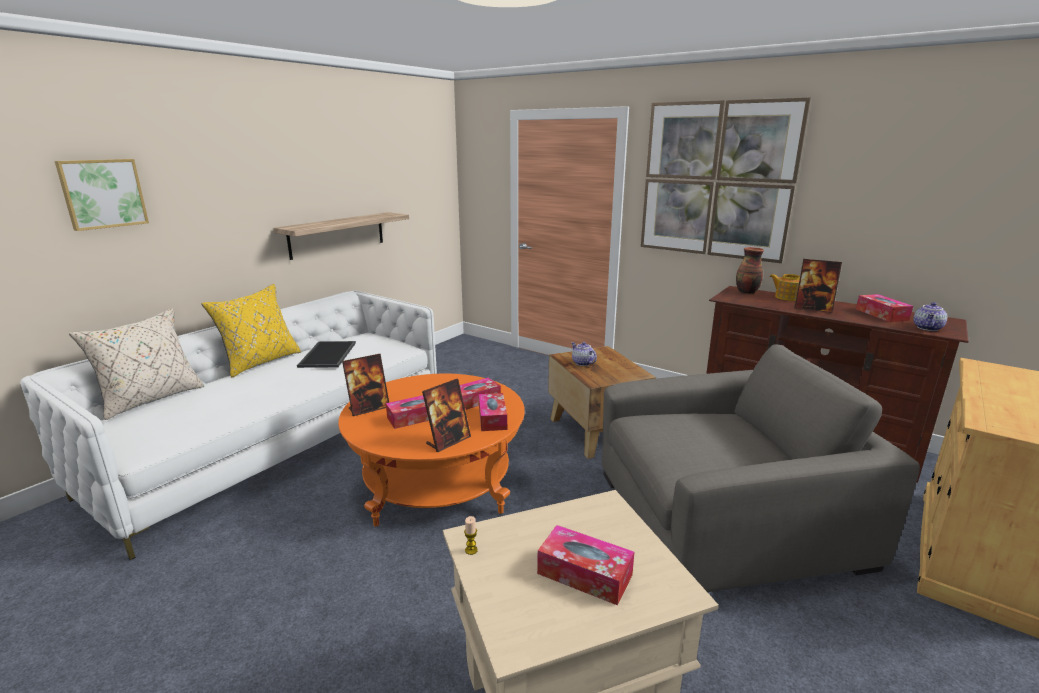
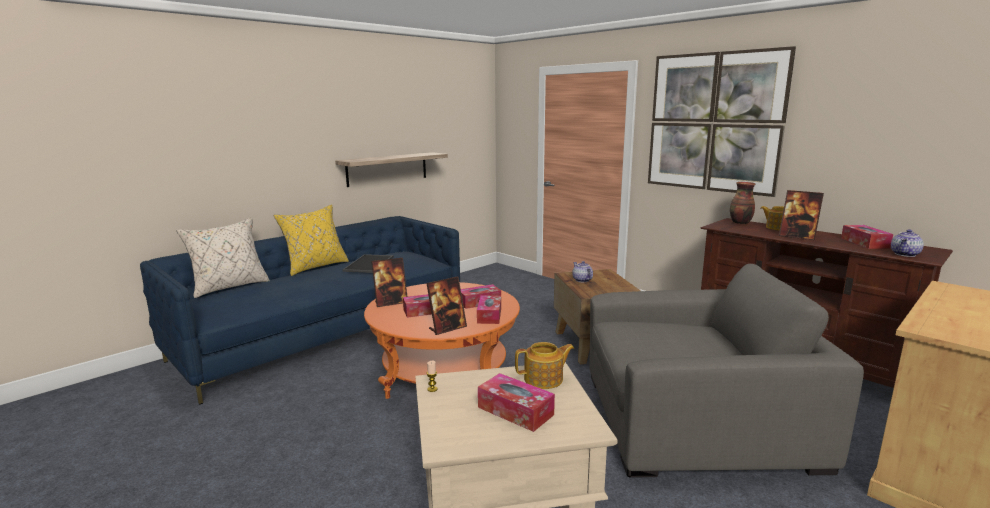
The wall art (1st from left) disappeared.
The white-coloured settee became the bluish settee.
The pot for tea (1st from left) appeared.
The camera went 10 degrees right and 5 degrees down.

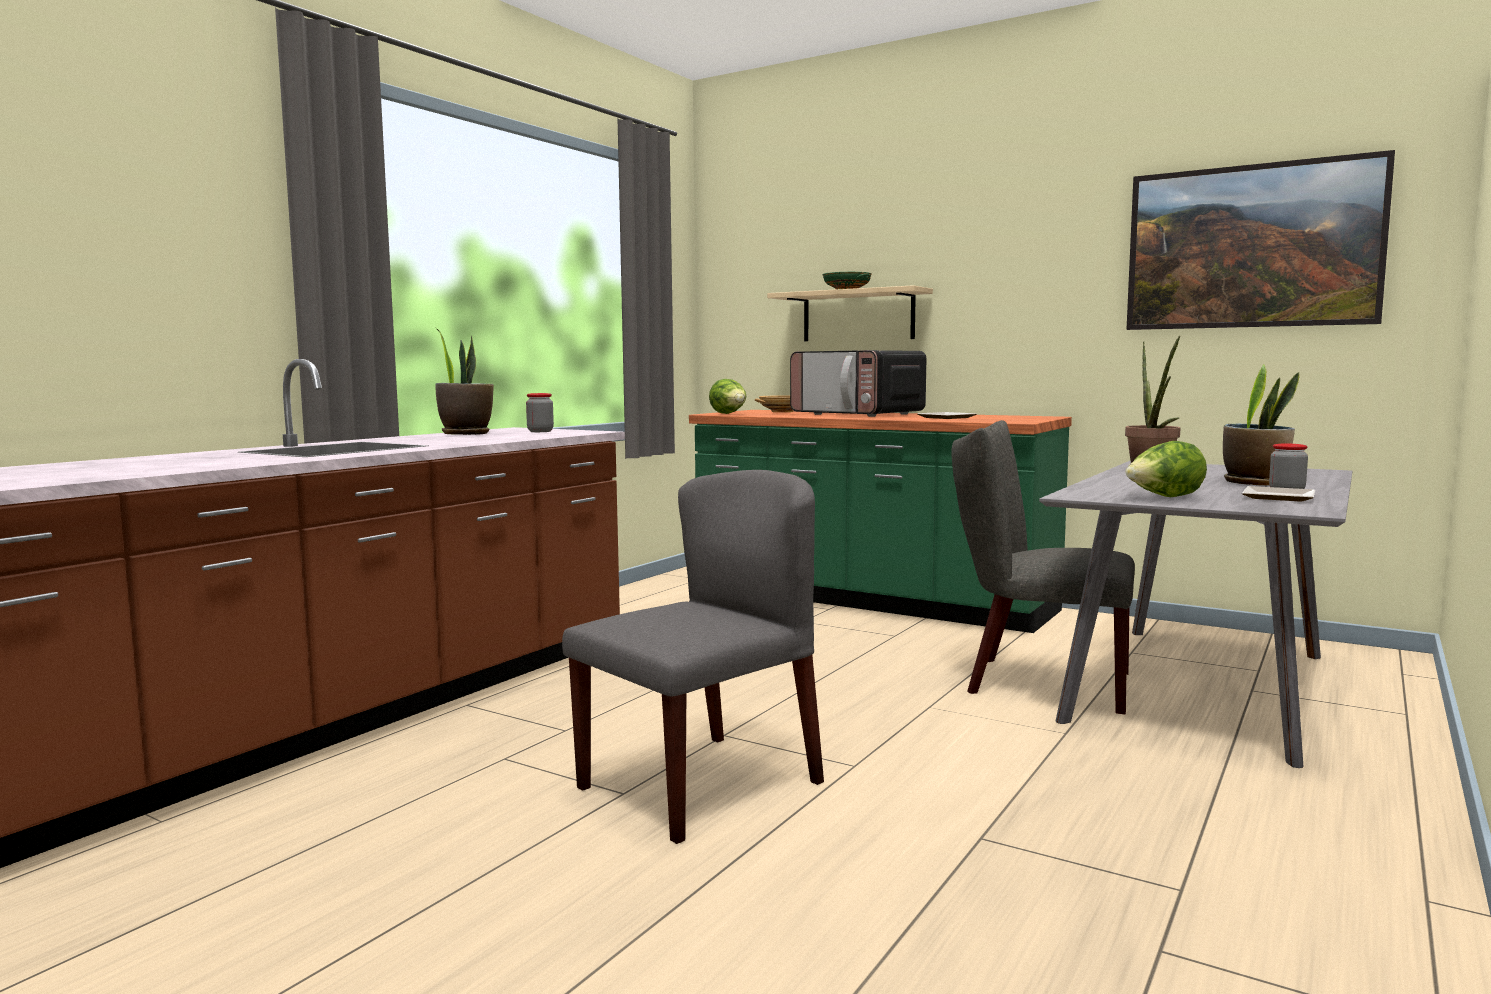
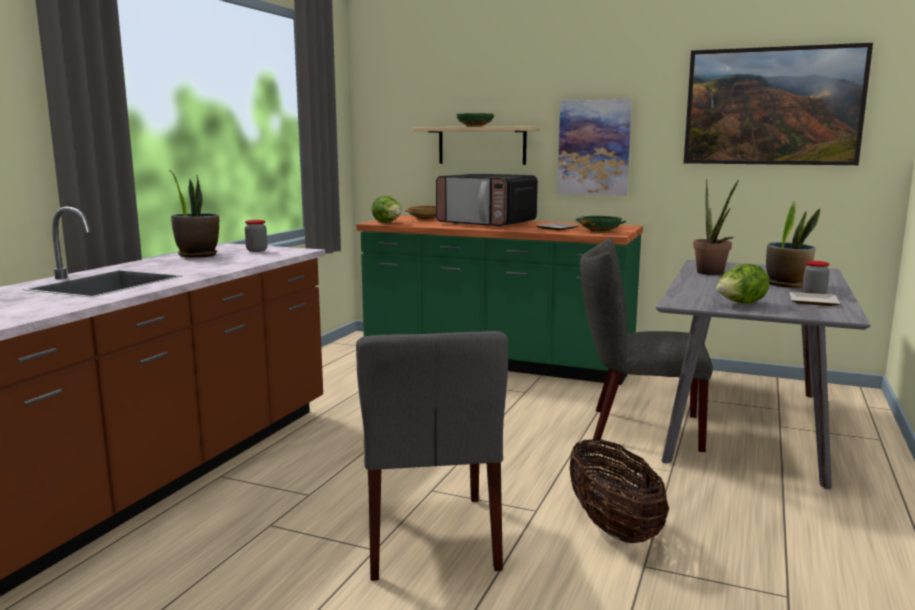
The greyish chair (1st from left) turned 135 degrees clockwise.
The wall art (1st from left) appeared.
The green-coloured deep dish (2nd from left) appeared.
The household basket appeared.
The camera went 10 degrees left and 5 degrees up.

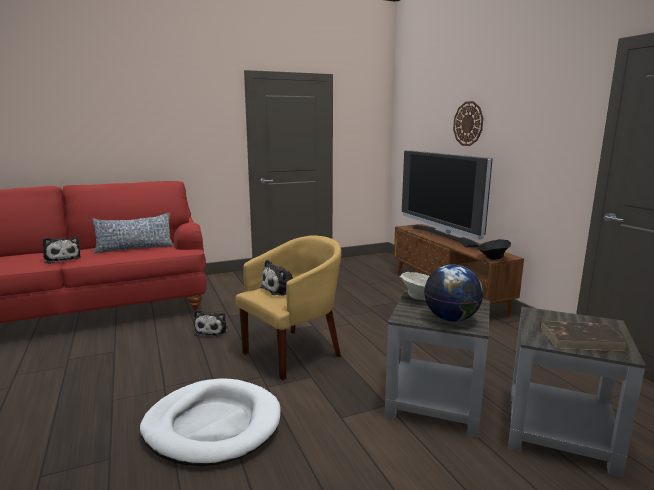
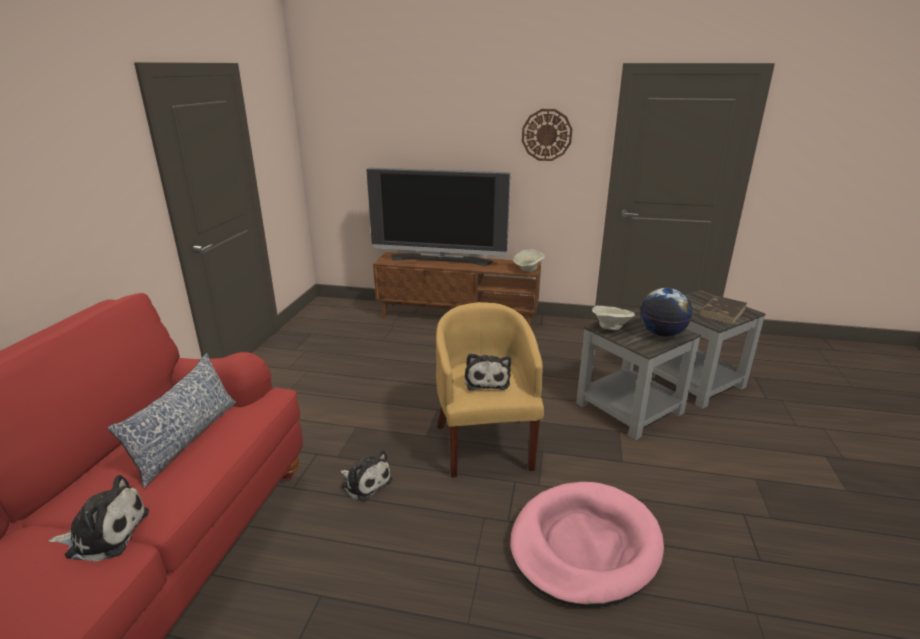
The wall clock moved.
The black deep dish became the beige deep dish (1st from left).
The white-coloured dog bed became the pink dog bed.
The camera went 55 degrees left and 10 degrees up.

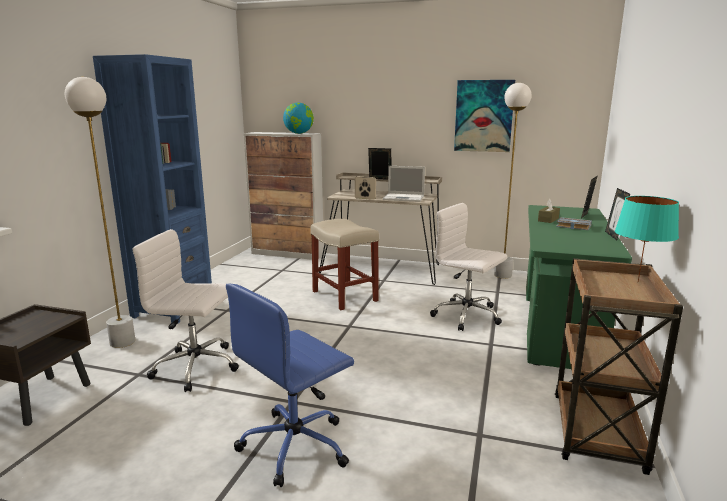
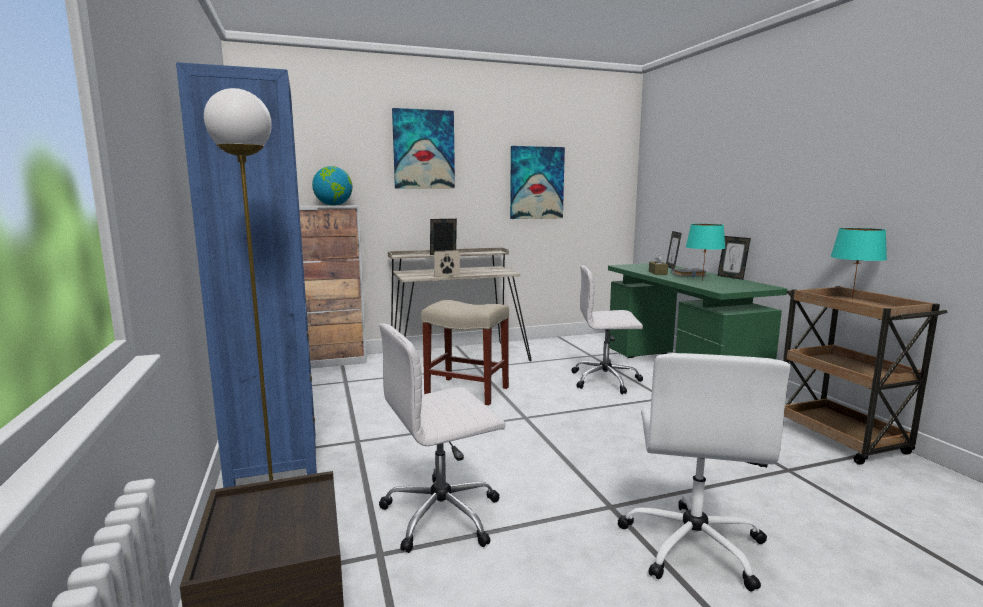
The white-coloured standing lamp (2nd from left) disappeared.
The portable computer disappeared.
The bluish office chair became the white-coloured office chair (3rd from left).
The wall art (1st from left) appeared.
The turquoise tabletop lamp (1st from left) appeared.
The camera went 35 degrees left and 5 degrees down.

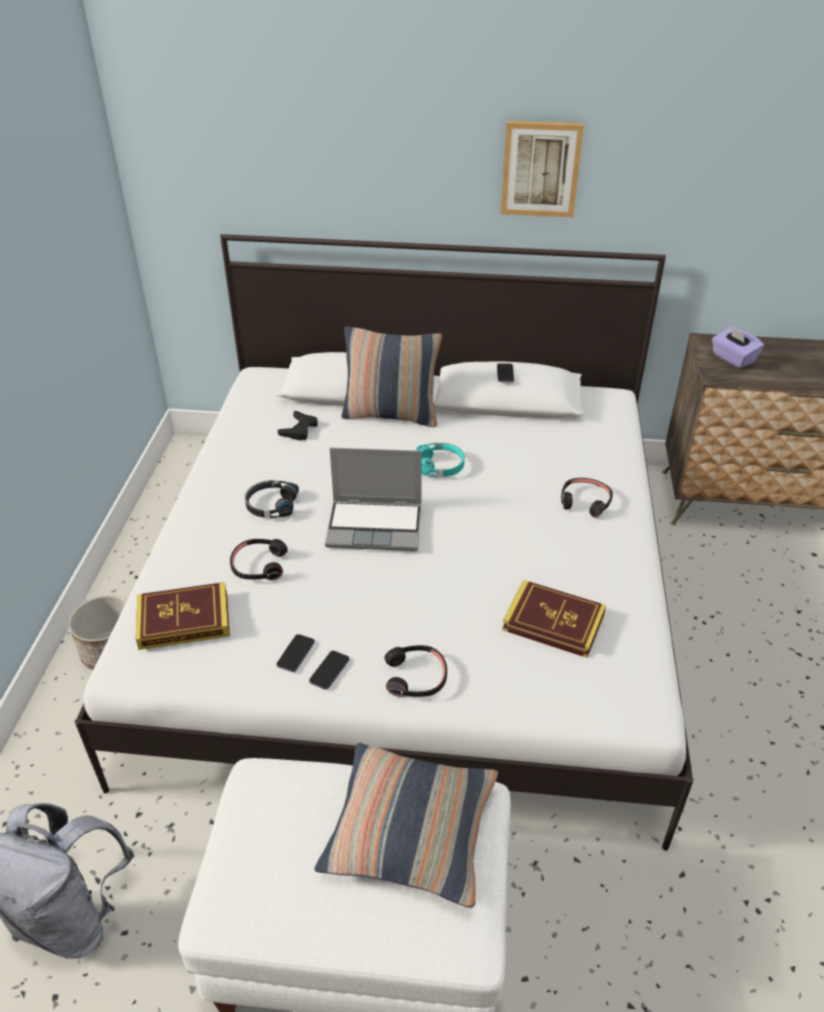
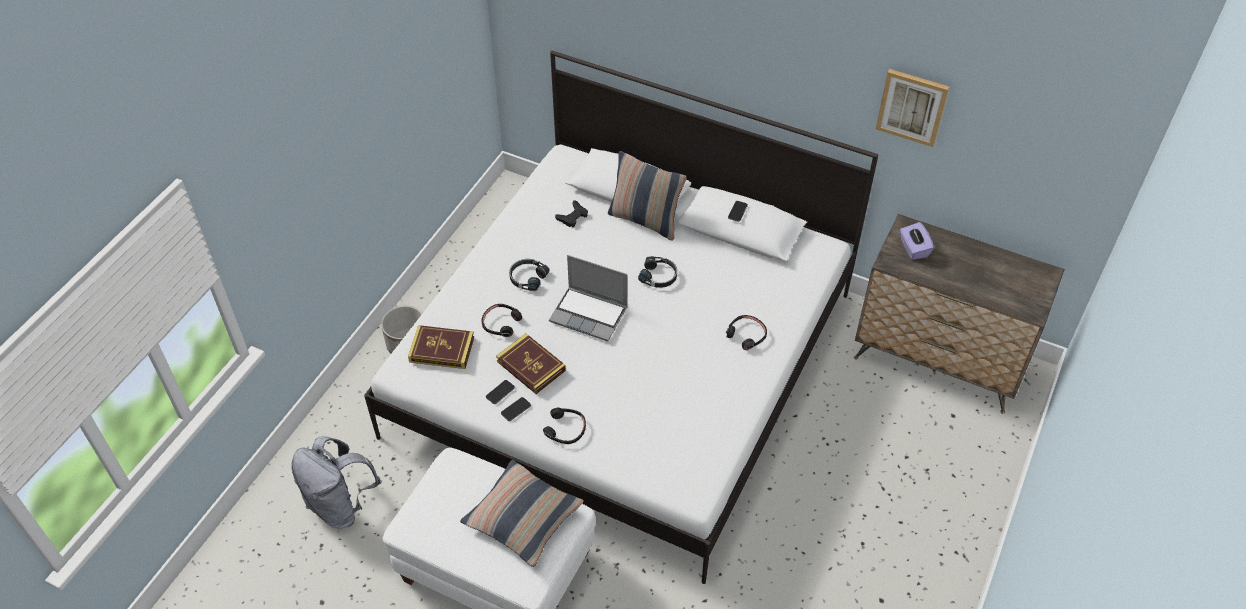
The wall art moved.
The turquoise headphones became the black headphones (4th from left).
The bound book (2nd from left) moved.
The camera went 20 degrees right and 10 degrees up.

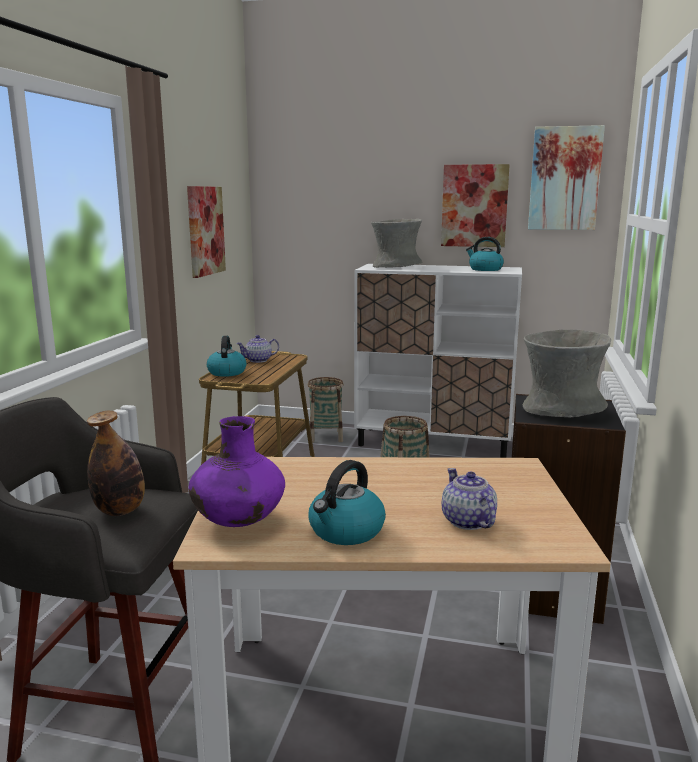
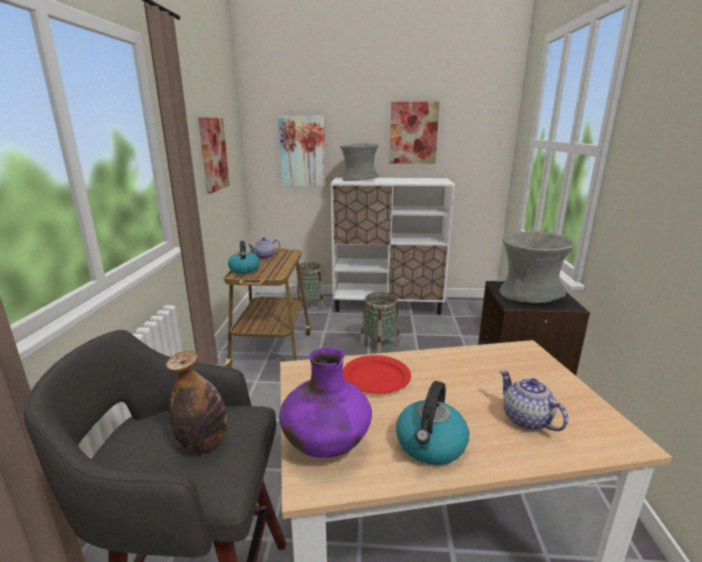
The wall art (3rd from left in the first image) moved.
The kettle (3rd from left) disappeared.
The red-coloured dinner plate appeared.
The camera went 10 degrees left and 5 degrees up.

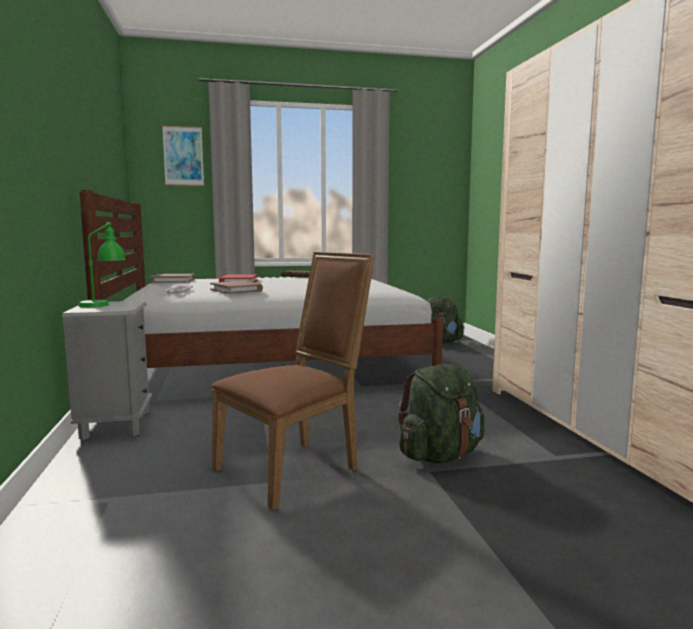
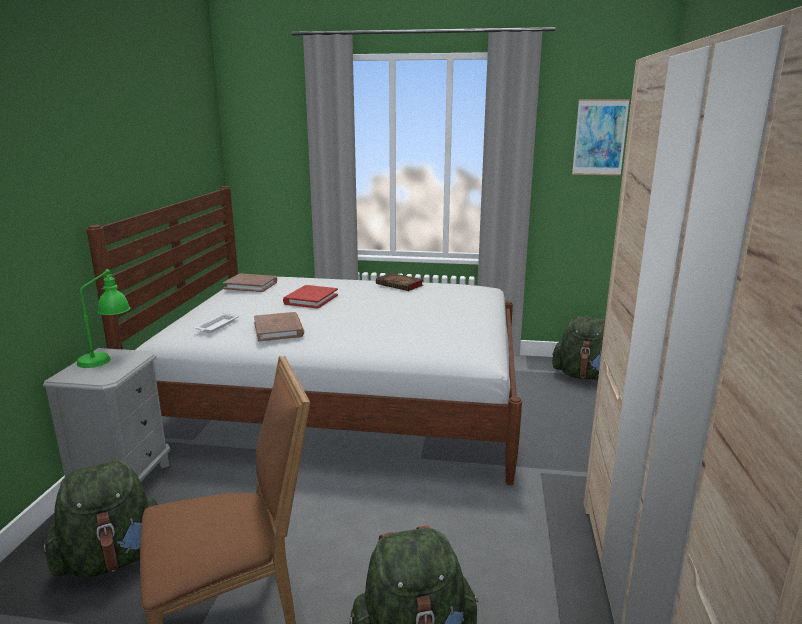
The wall art moved.
The green-coloured knapsack (1st from left) appeared.
The camera went 20 degrees right and 10 degrees up.

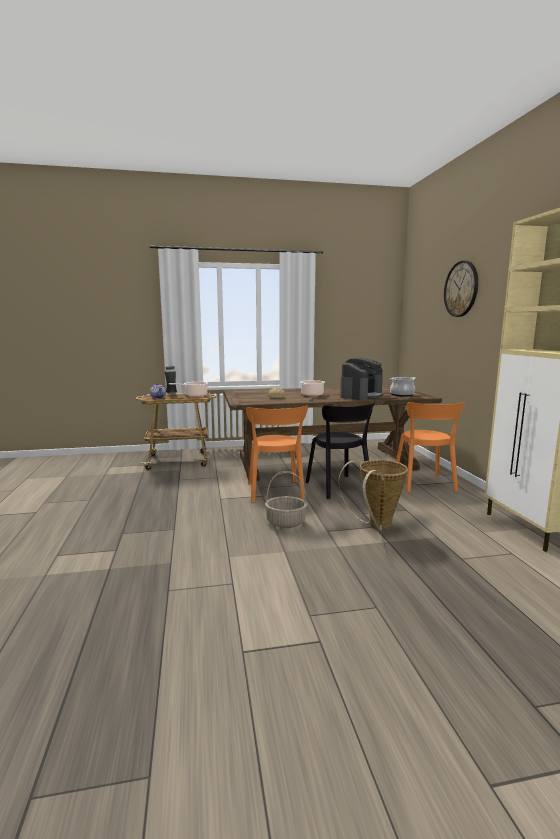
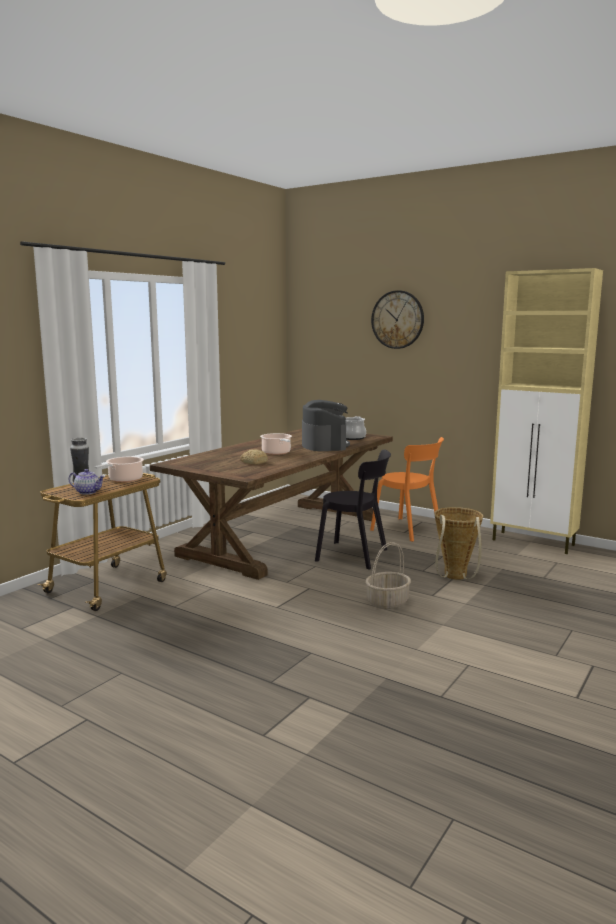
The orangey chair (1st from left) disappeared.
The camera went 45 degrees left and 0 degrees up.

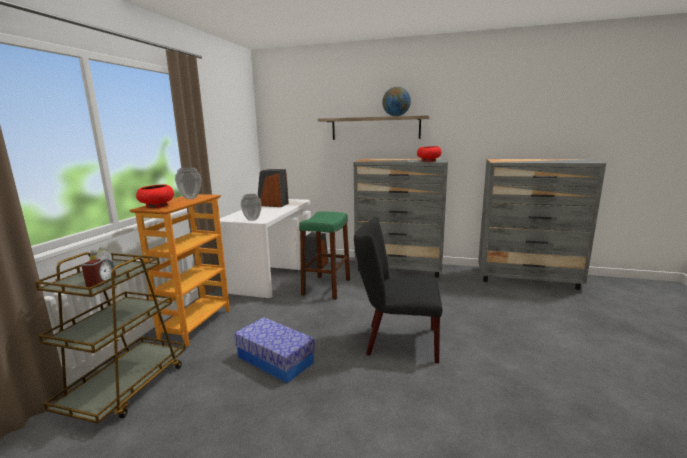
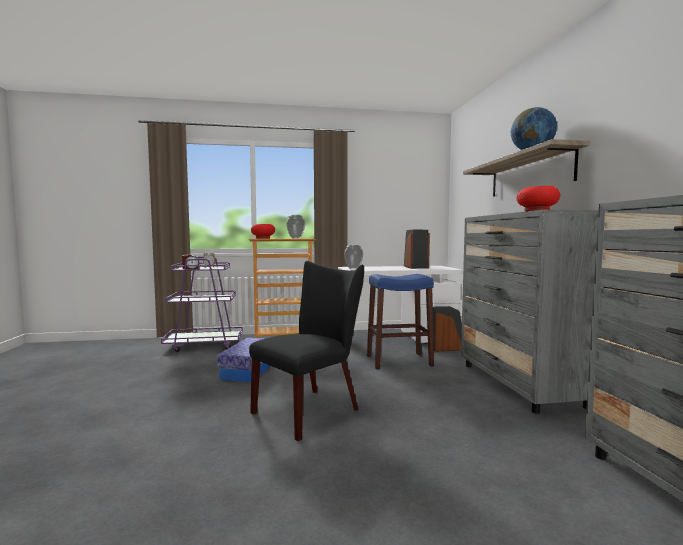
The green-coloured stool seat became the bluish stool seat.
The black chair turned 60 degrees clockwise.
The brown wheeled cart became the purple-coloured wheeled cart.
The camera went 65 degrees right and 10 degrees down.

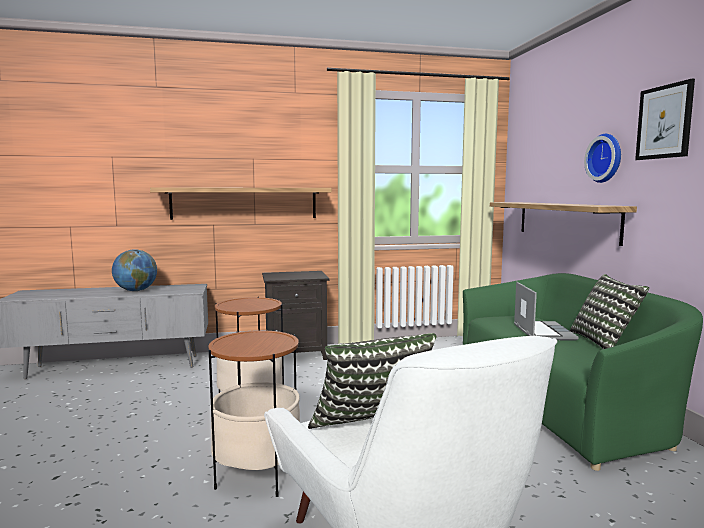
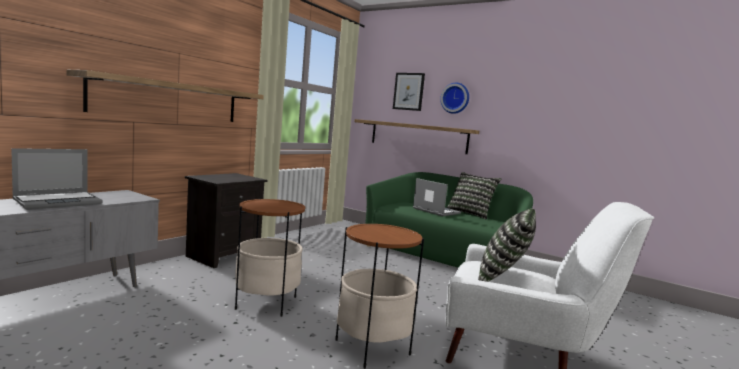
The wall art moved.
The desk globe was replaced by the portable computer (1st from left).
The camera went 45 degrees left and 0 degrees up.

